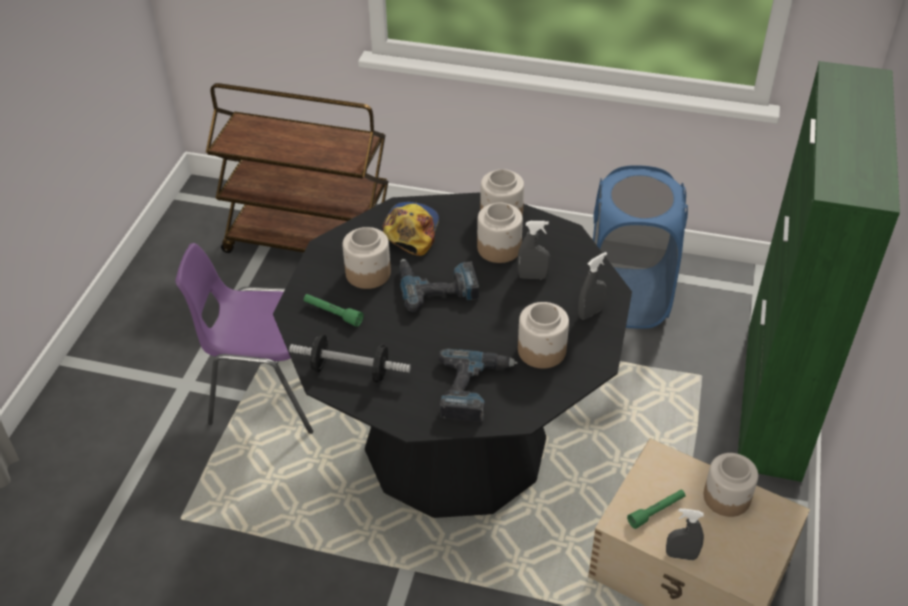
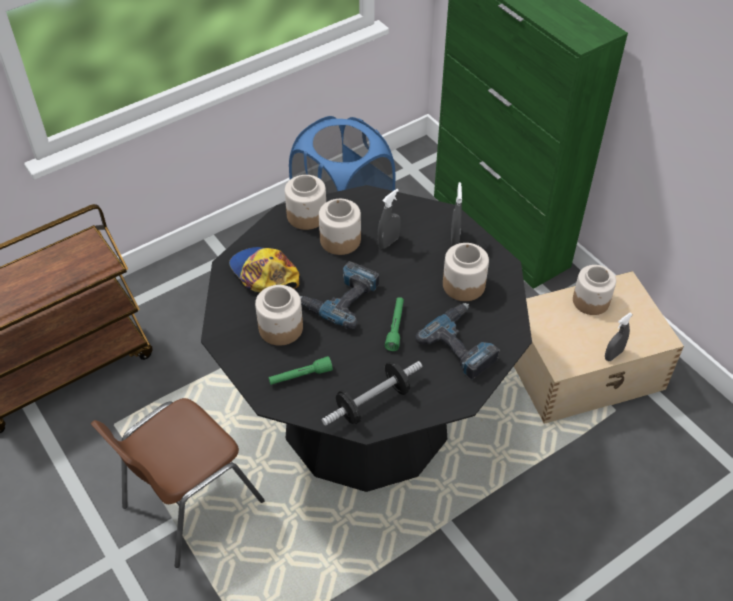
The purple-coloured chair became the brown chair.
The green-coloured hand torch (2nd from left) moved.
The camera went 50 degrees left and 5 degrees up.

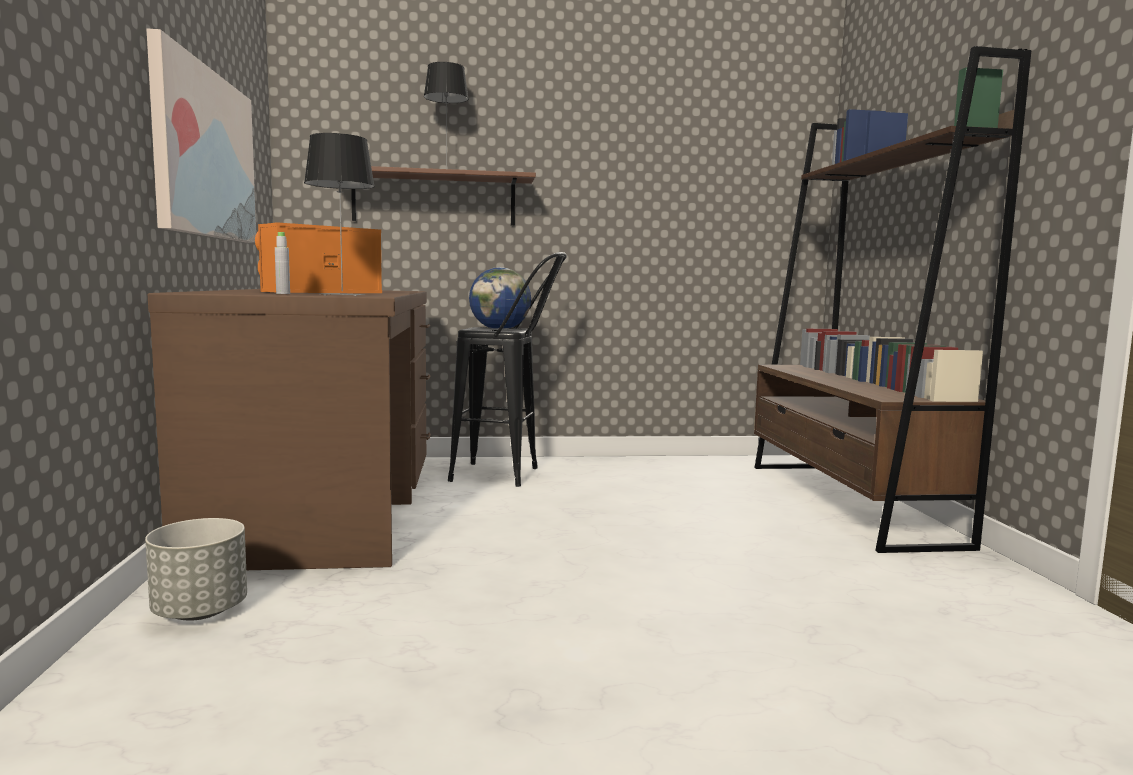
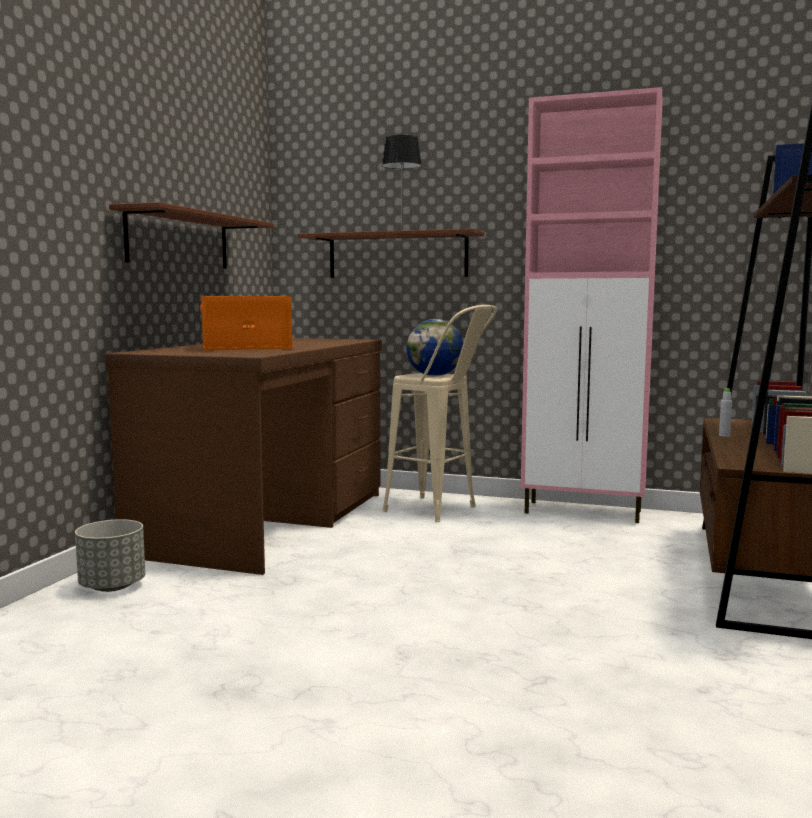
The wall art was replaced by the brown shelf (1st from left).
The tabletop lamp (1st from left) disappeared.
The greyish drink bottle moved.
The black stool seat became the beige stool seat.
The pink cabinet appeared.
The camera went 25 degrees right and 0 degrees up.

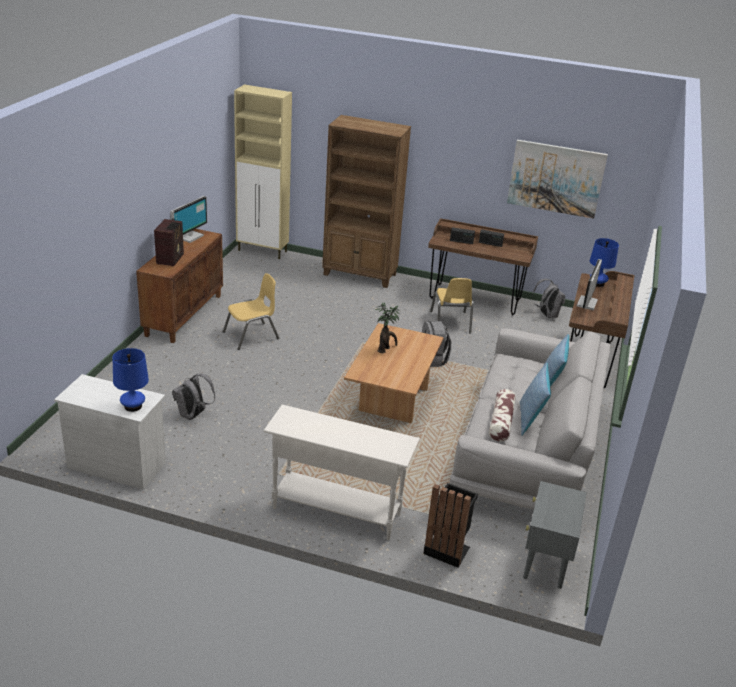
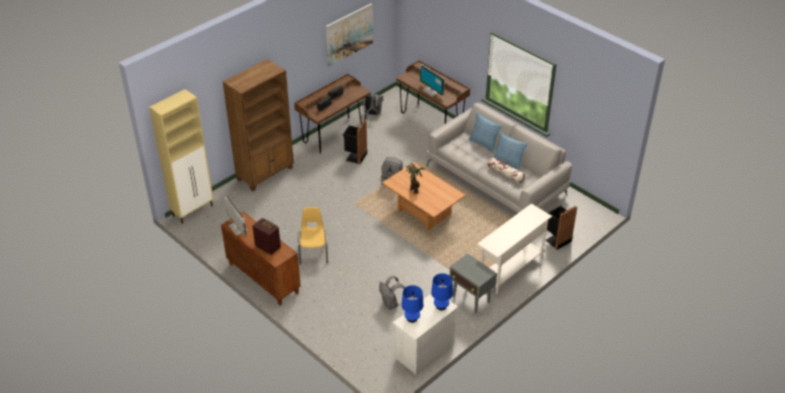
The bluish tabletop lamp (2nd from left in the first image) moved.
The yellow chair (2nd from left) was replaced by the black rubbish bin (1st from left).
The greyish side table moved.
The camera went 60 degrees left and 10 degrees up.

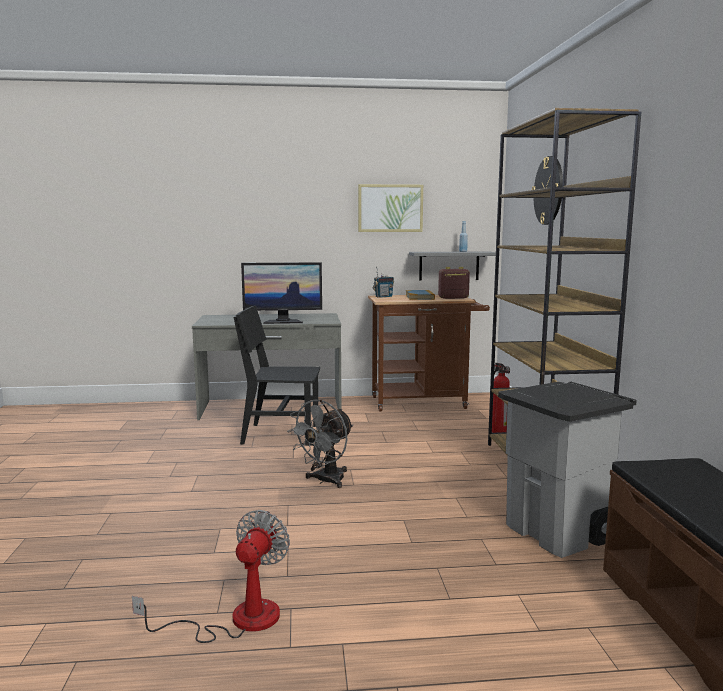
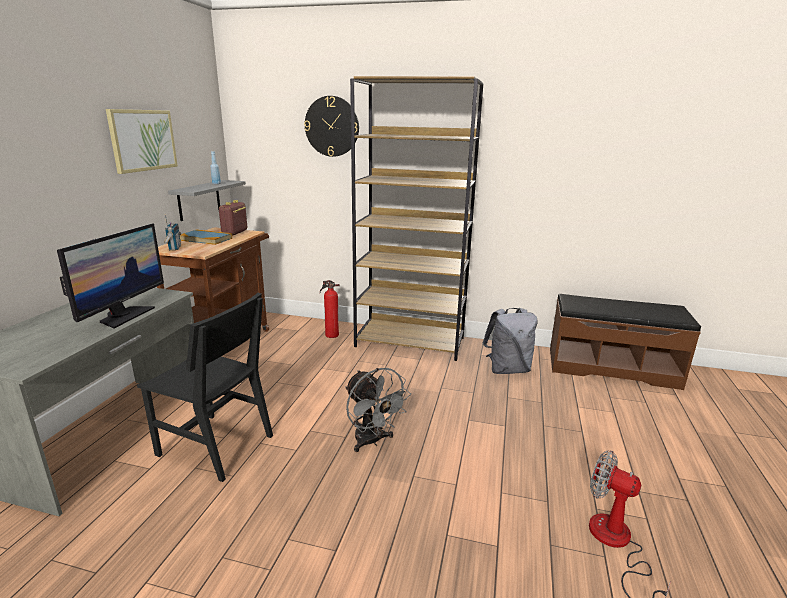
The black chair turned 90 degrees counterclockwise.
The greyish rubbish bin was replaced by the greyish knapsack.
The camera went 70 degrees left and 10 degrees up.

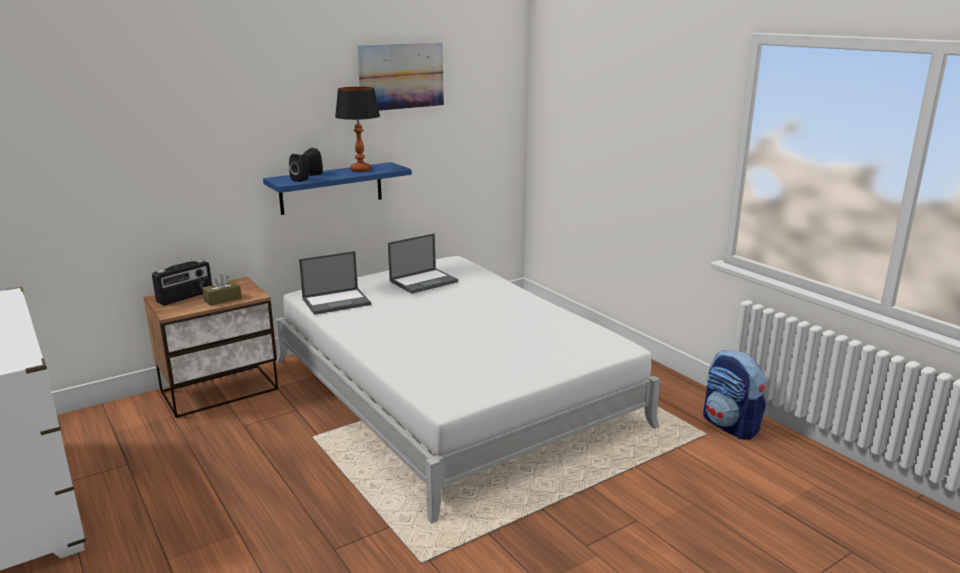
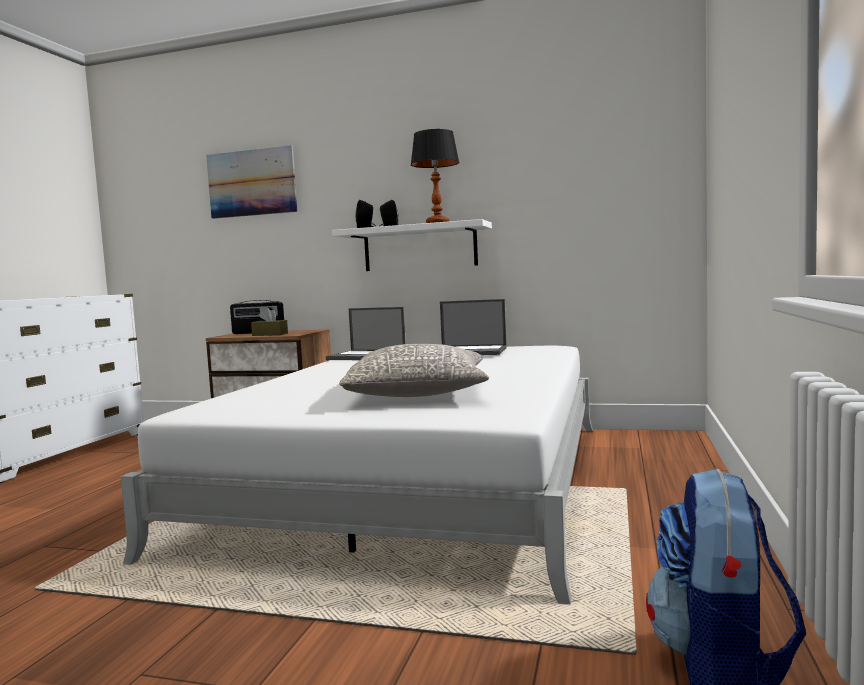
The wall art moved.
The bluish shelf became the white-coloured shelf.
The greyish cushion appeared.
The camera went 50 degrees right and 15 degrees down.

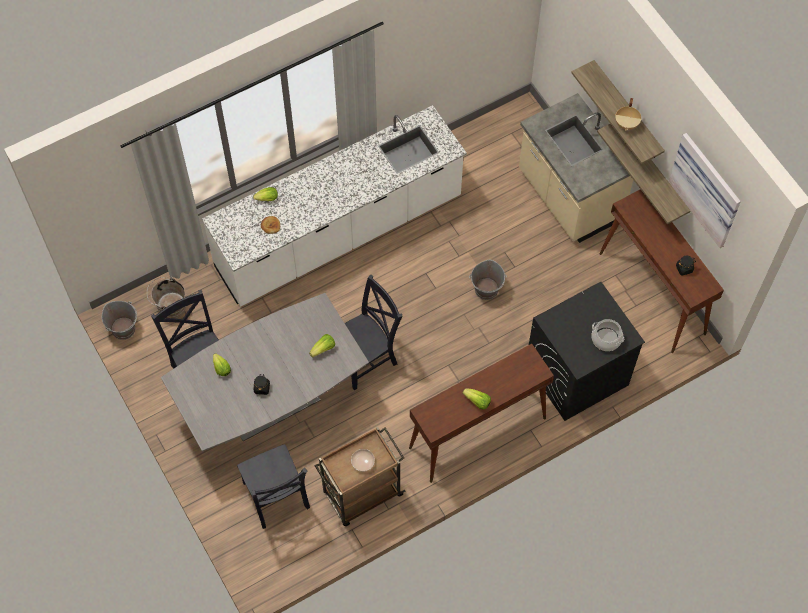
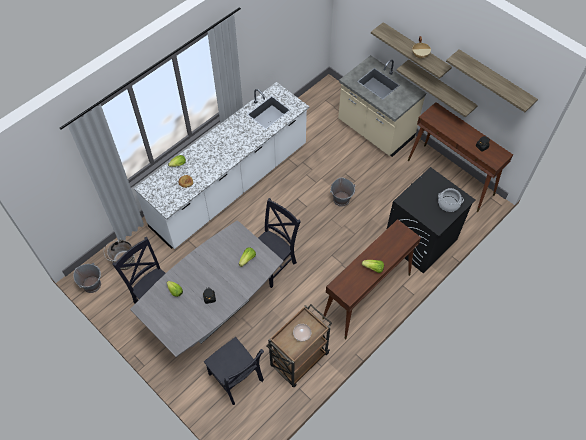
The wall art was replaced by the shelf (3rd from left).
The camera went 15 degrees left and 5 degrees down.

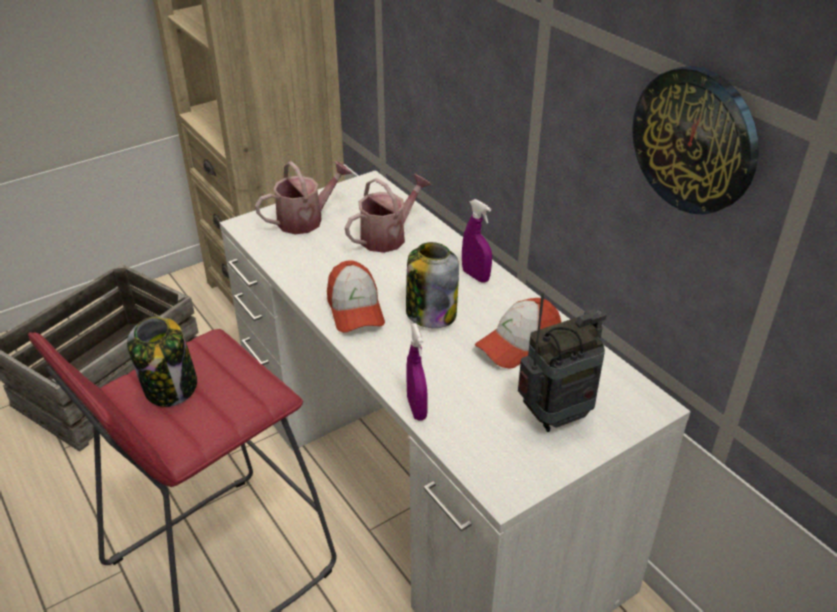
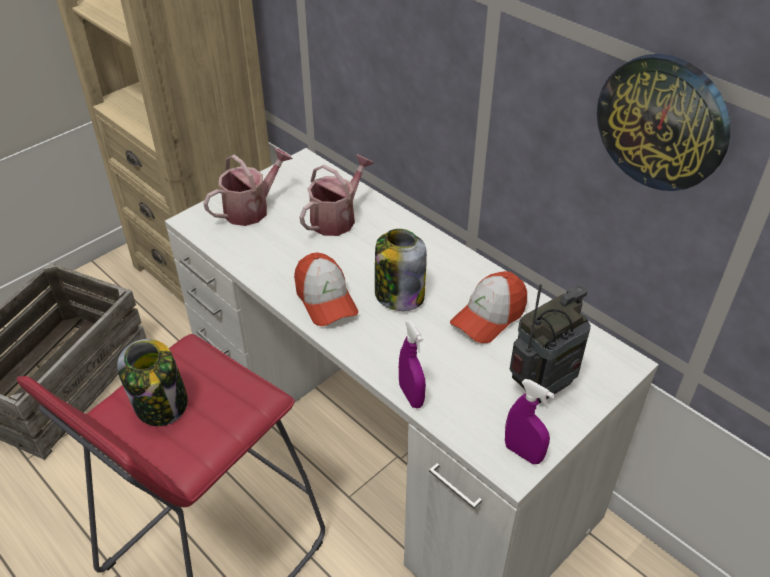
The purple-coloured sprayer (2nd from left) moved.
The camera went 10 degrees left and 5 degrees up.

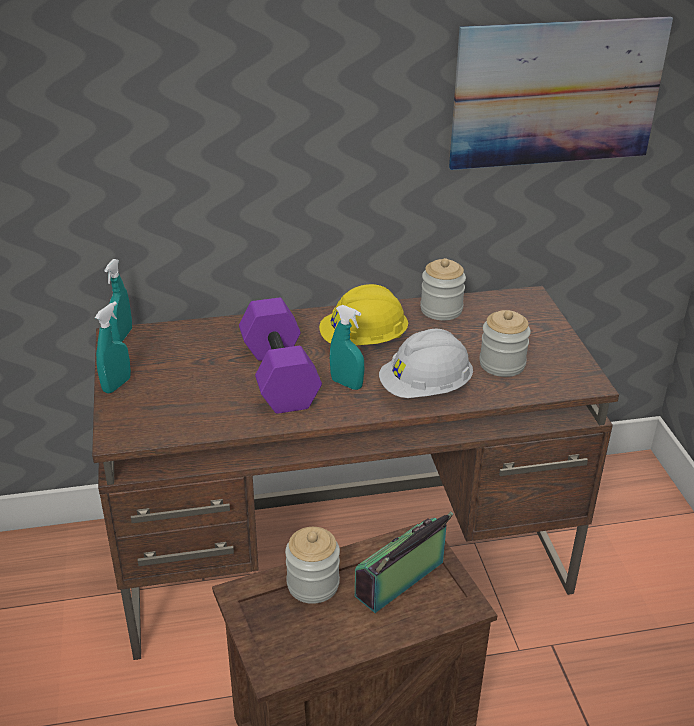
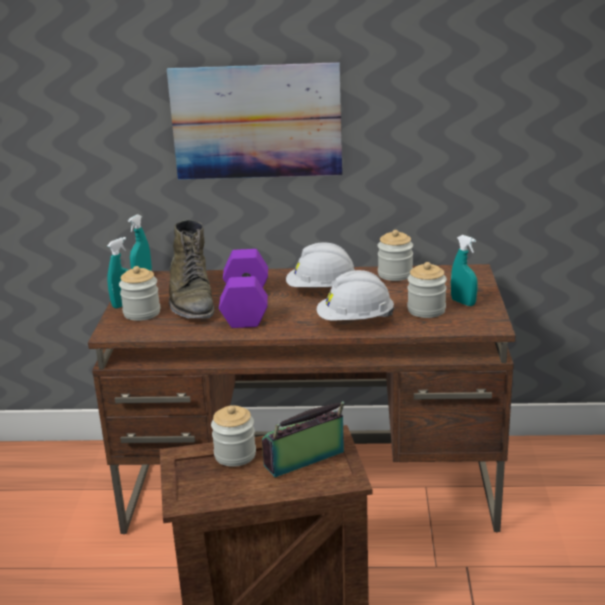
The wall art moved.
The yellow work helmet became the white-coloured work helmet (1st from left).
The turquoise sprayer (3rd from left) moved.
The green-coloured boot appeared.
The jar (1st from left) appeared.
The camera went 15 degrees right and 10 degrees down.

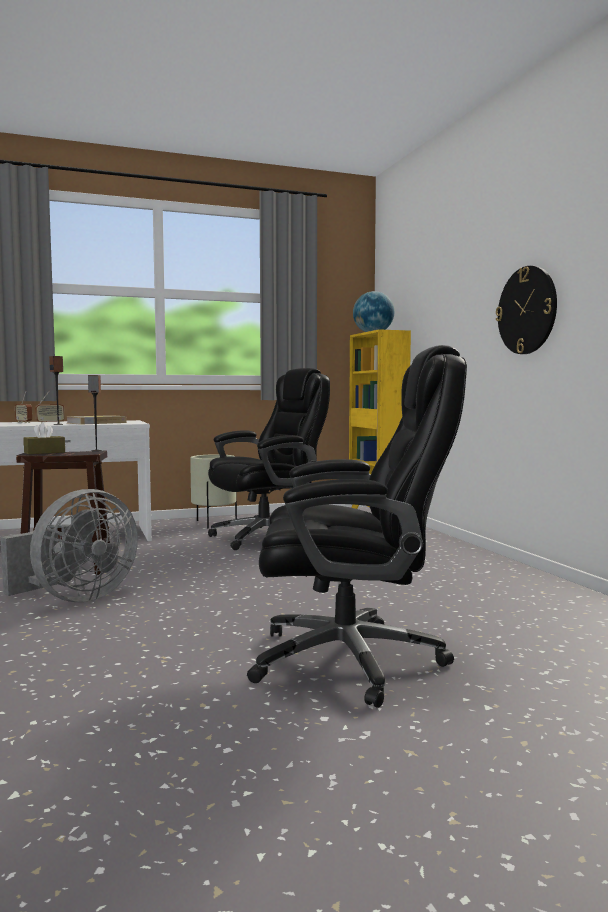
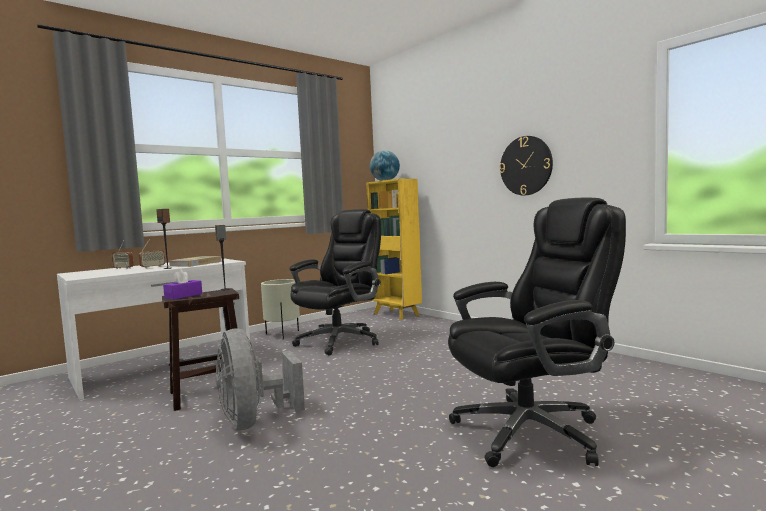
The brown tissue holder became the purple-coloured tissue holder.
The greyish fan turned 135 degrees clockwise.
The camera went 20 degrees left and 0 degrees up.

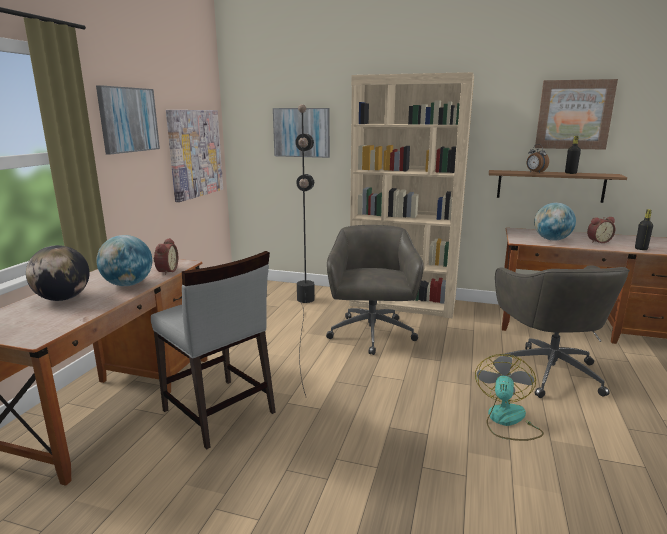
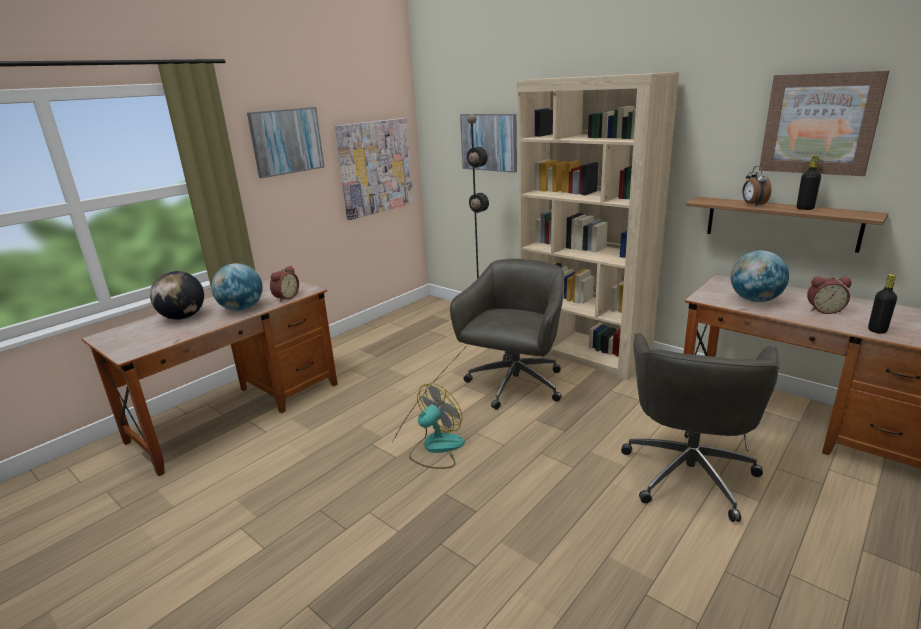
The greyish chair disappeared.
The fan moved.
The camera went 25 degrees right and 5 degrees up.

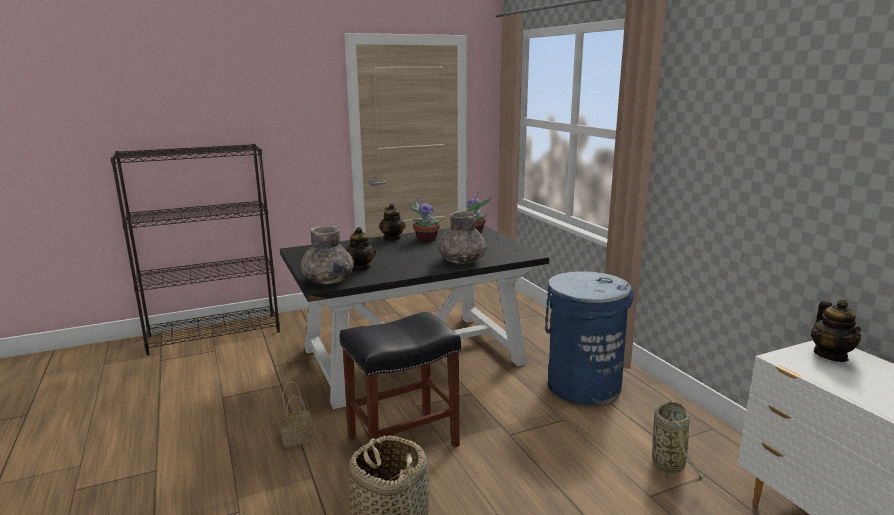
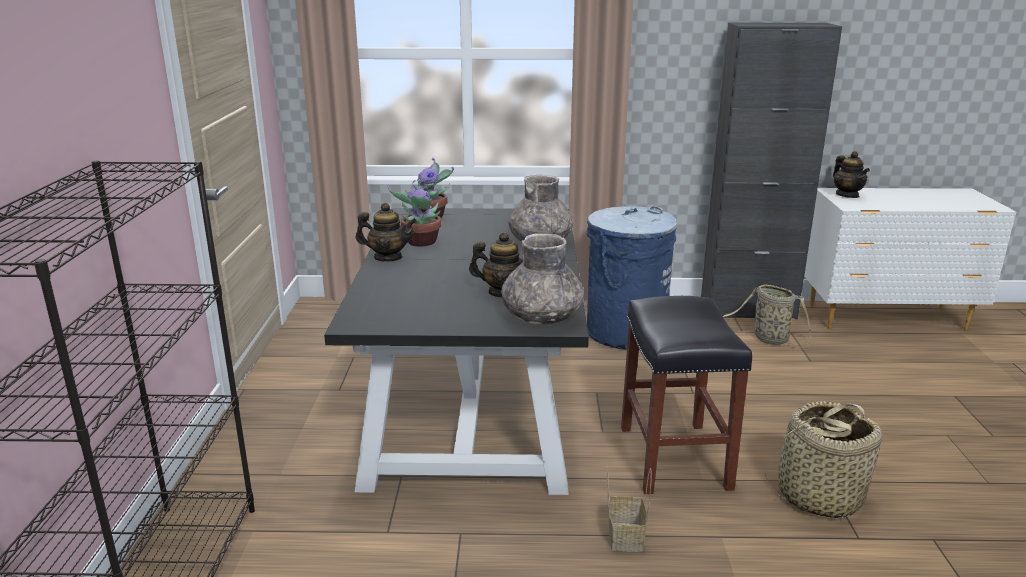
The pot for tea (3rd from left) turned 45 degrees clockwise.
The black cabinet appeared.
The camera went 65 degrees left and 5 degrees up.

